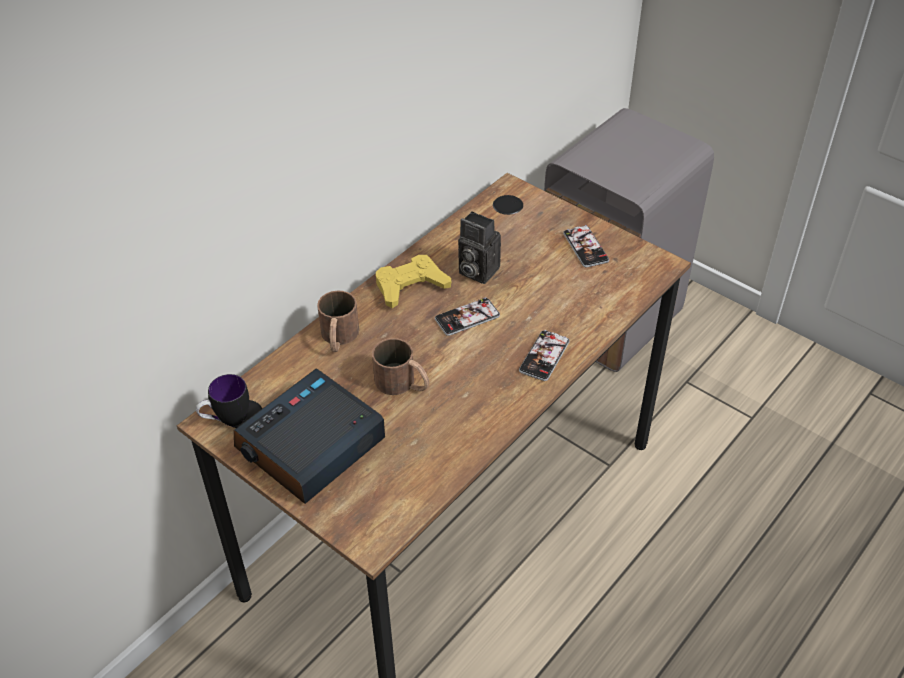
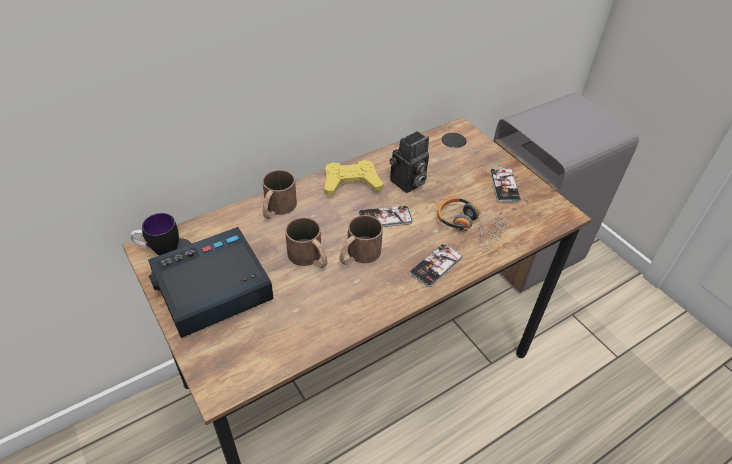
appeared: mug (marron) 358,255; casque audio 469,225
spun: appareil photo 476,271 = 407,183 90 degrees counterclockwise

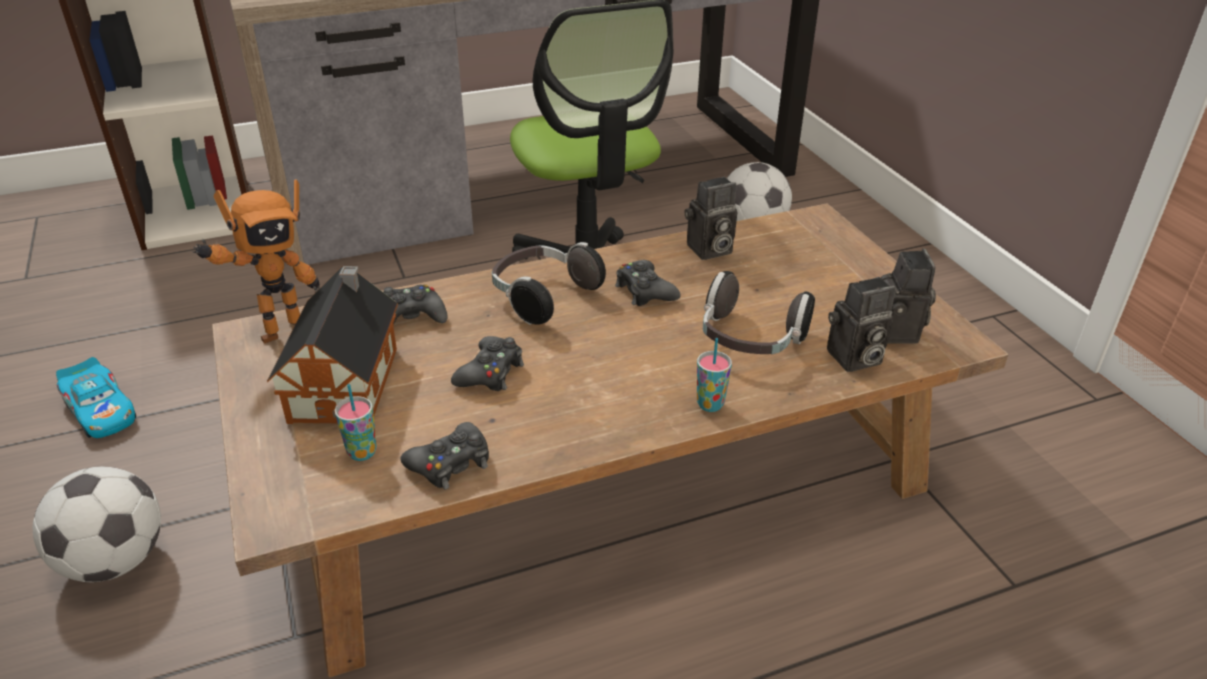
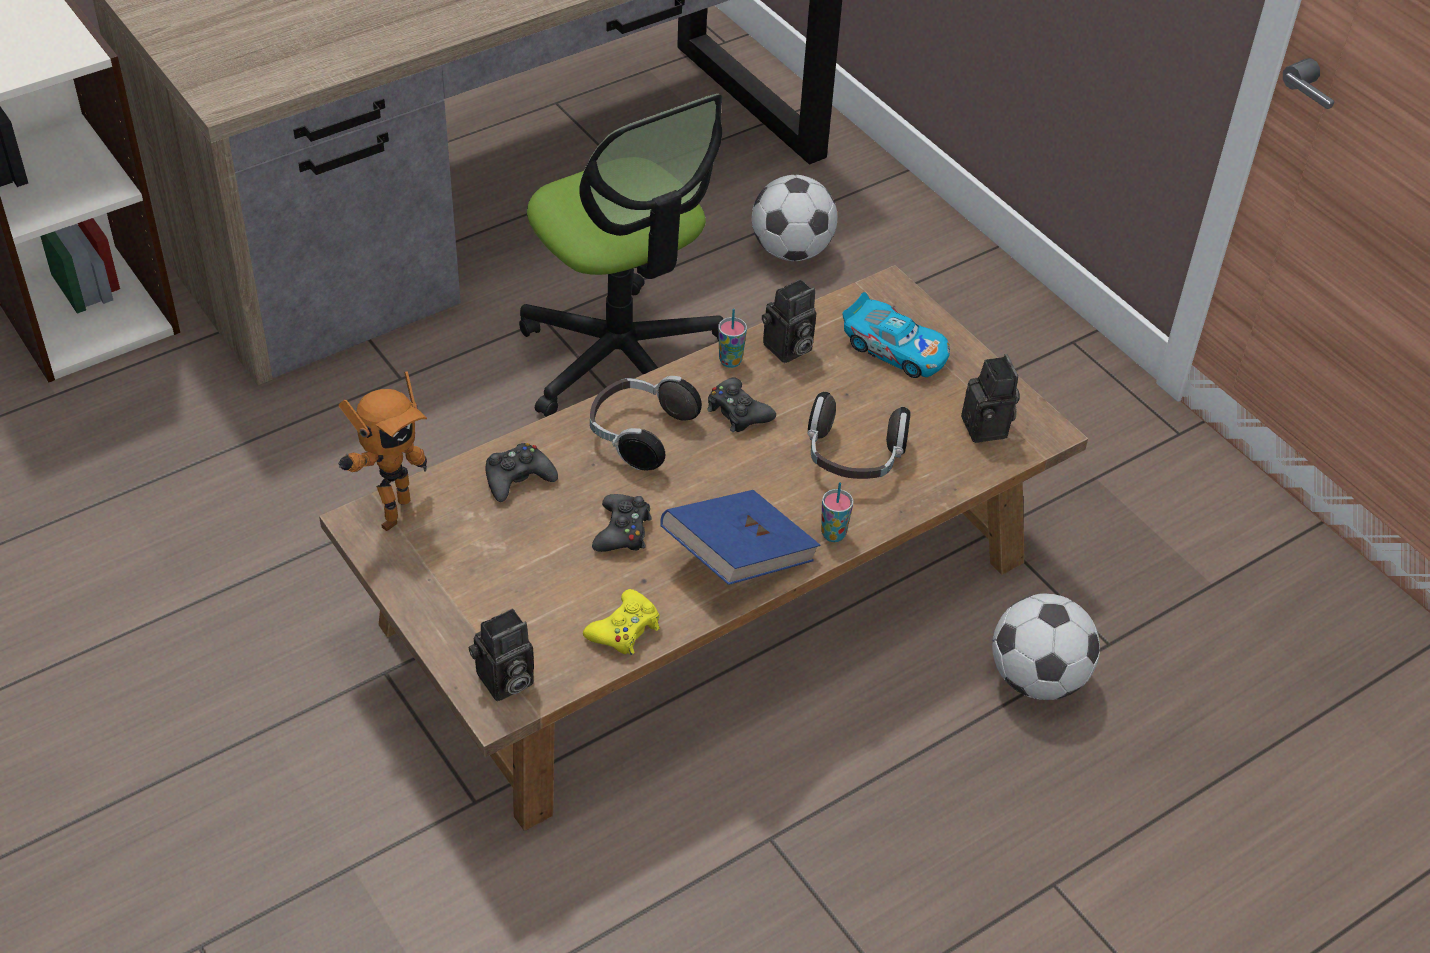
missing: maison miniature 347,380
appeared: livre (bleu) 738,558
relocated: ballon de foot 115,561 to 1037,678; petite voiture 101,411 to 895,349; tasse 362,452 to 730,361; appareil photo 853,359 to 504,682
colour: manette (noir) 450,463 to manette (jaune) 625,630

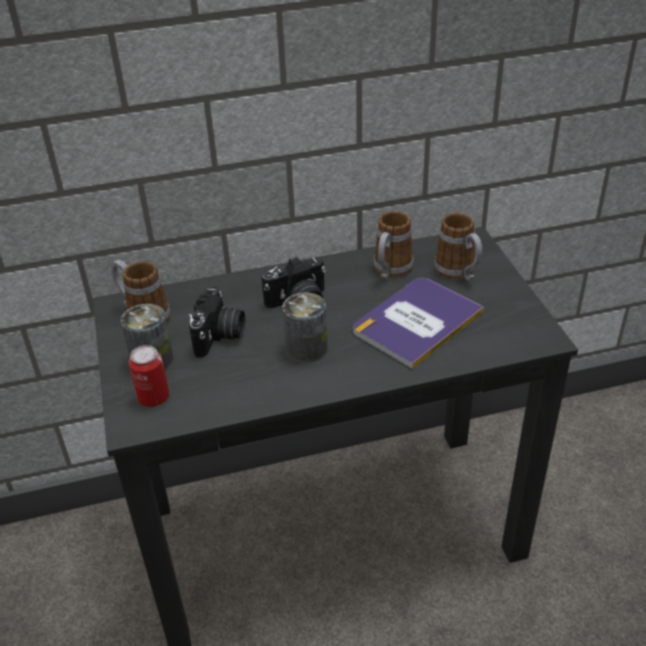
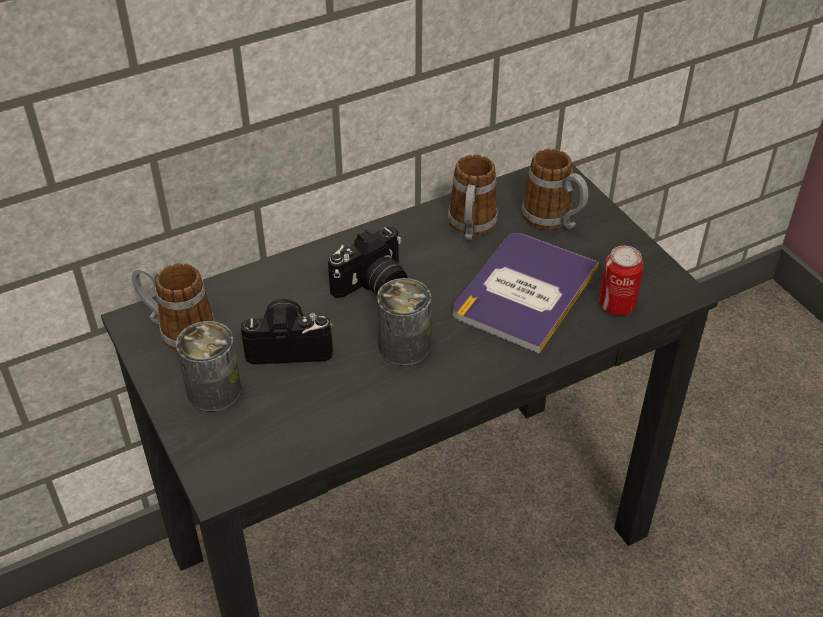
relocated: boîte métallique 153,397 to 616,305
spun: appareil photo 220,336 = 289,345 90 degrees counterclockwise

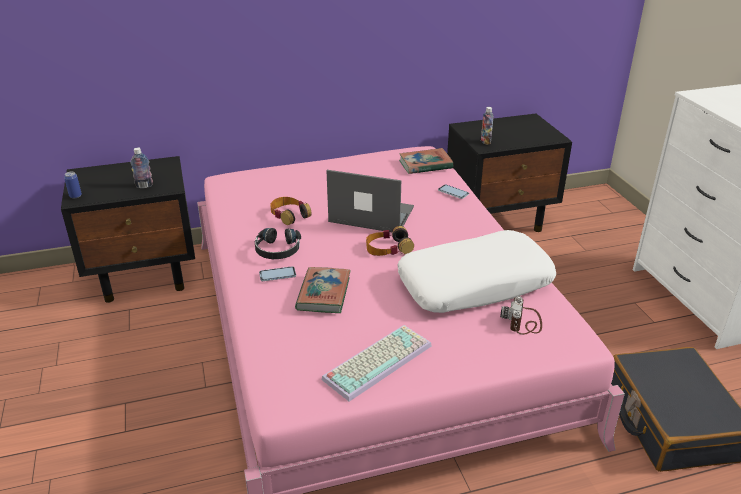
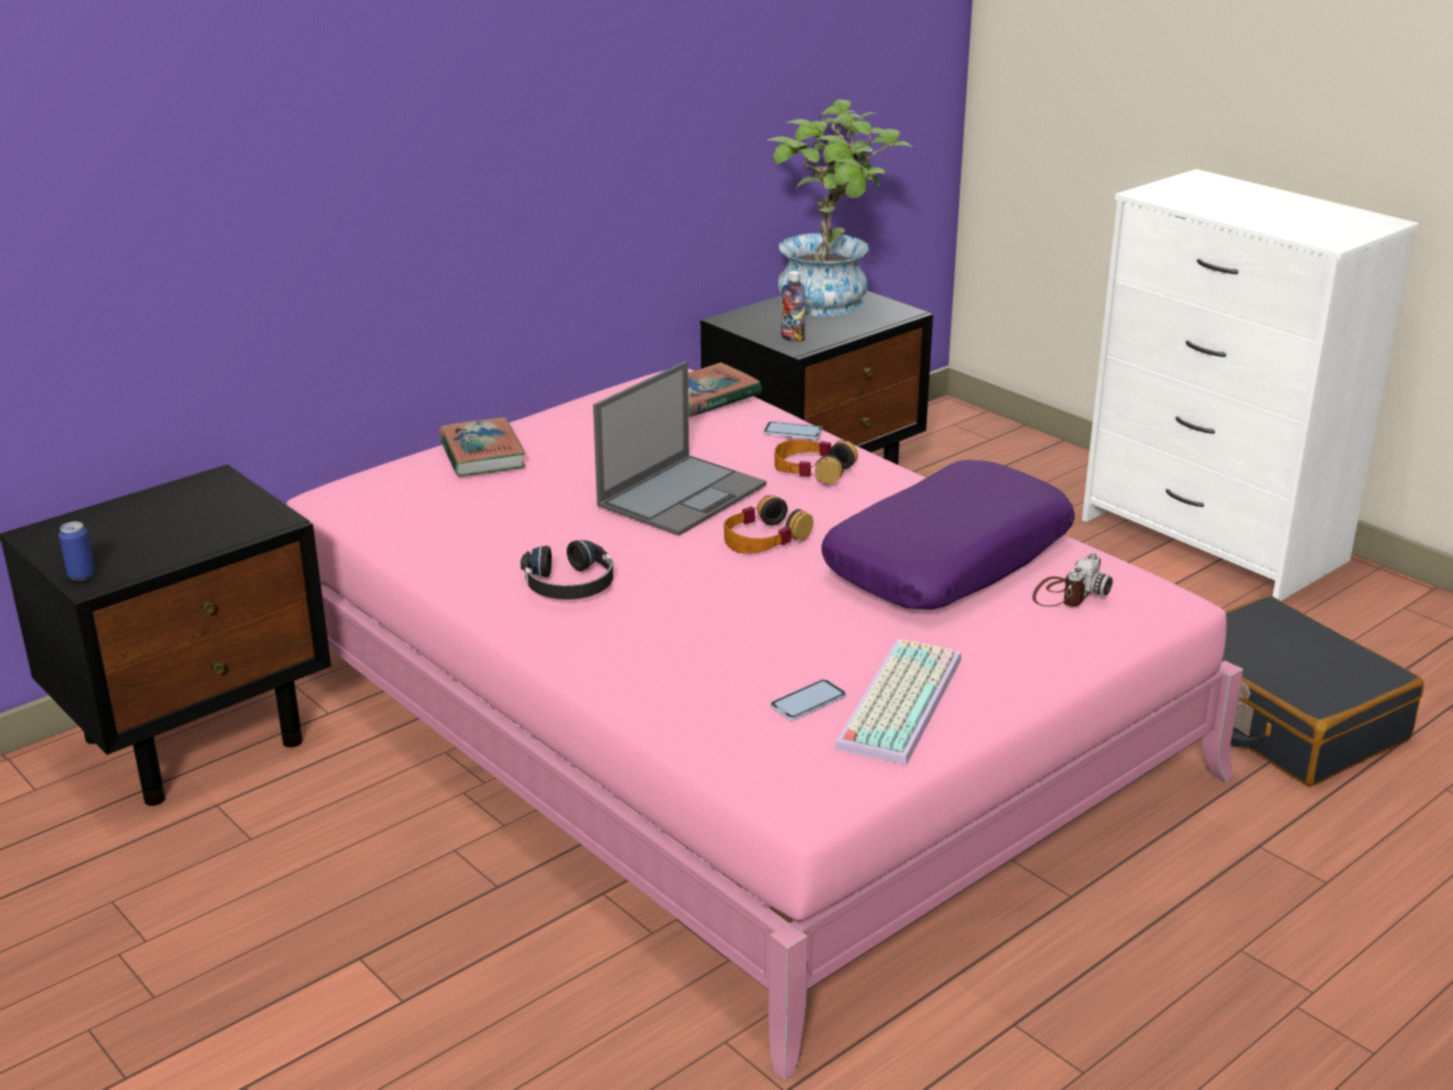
missing: bouteille 144,186
appeared: plante en pot 832,305
relocated: téléphone 277,275 to 808,702; casque audio 289,215 to 812,470; livre 324,294 to 482,454
colour: coussin (blanc) 474,284 to coussin (violet) 947,559
spun: ordinateur portable 370,214 = 683,494 135 degrees clockwise; appareil photo 523,322 = 1067,593 135 degrees counterclockwise

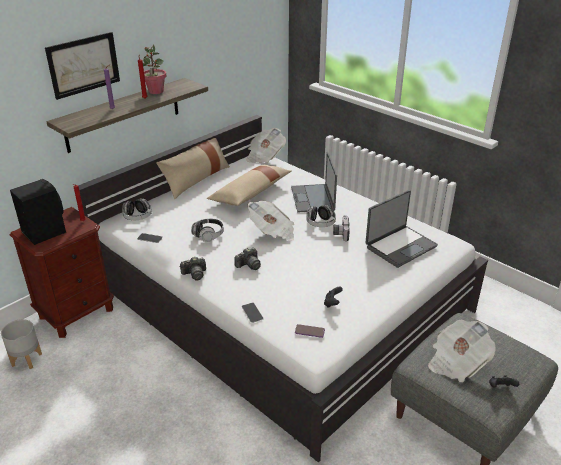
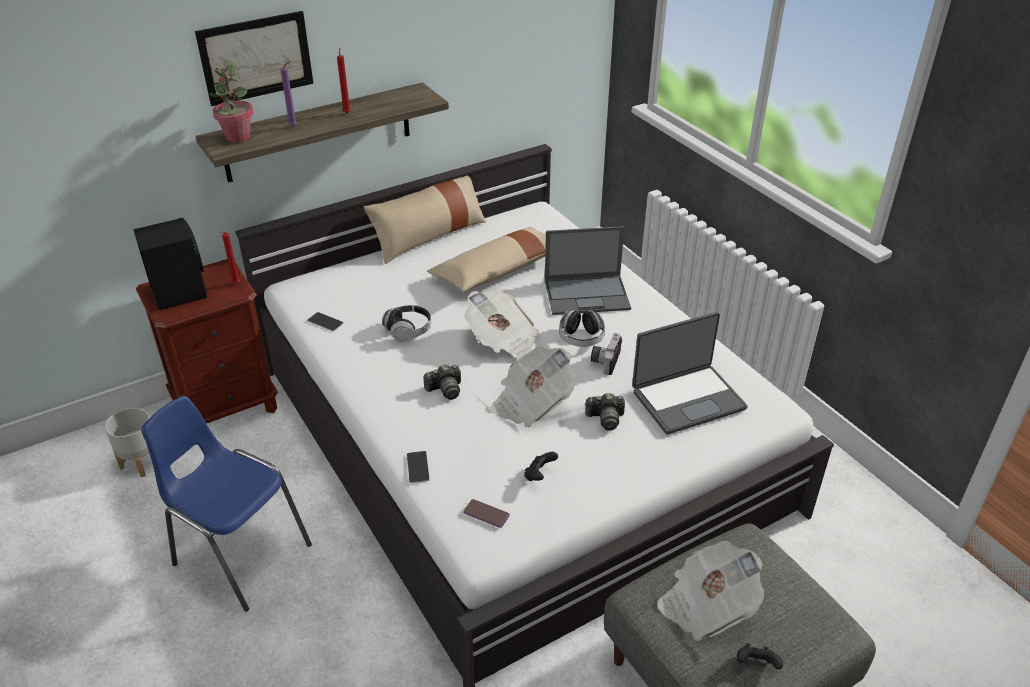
missing: casque audio 138,217
appeared: chaise (bleu) 239,554
relocated: plante en pot 155,91 to 238,137; appareil photo 194,274 to 605,418; journal 264,156 to 531,403
spun: ordinateur portable 313,199 = 587,294 105 degrees counterclockwise

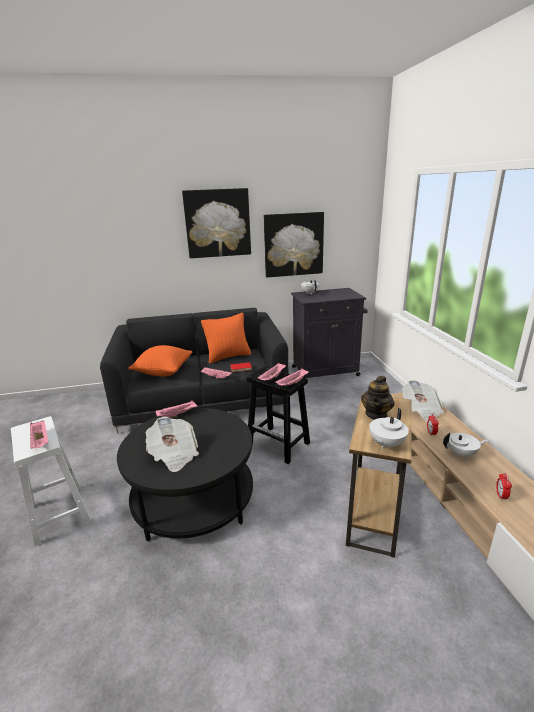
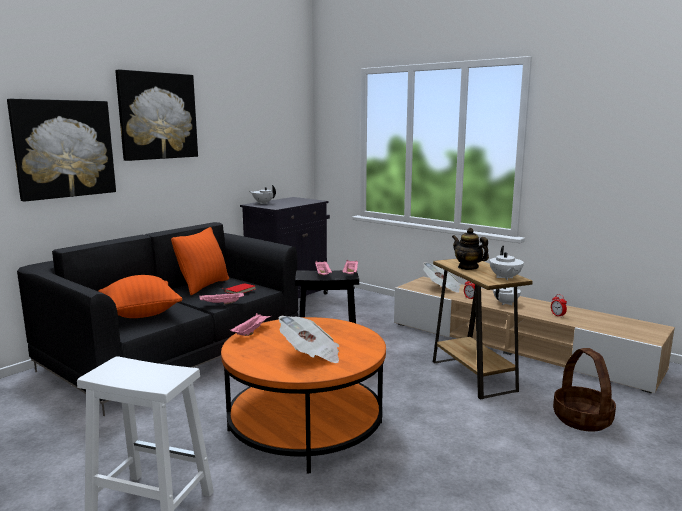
missing: plateau (rose) 41,441
appeared: panier 582,419
relocated: tableau 293,244 to 64,149
colour: table basse (noir) 194,498 to table basse (orange) 305,426
spun: théière 376,414 = 468,267 150 degrees clockwise

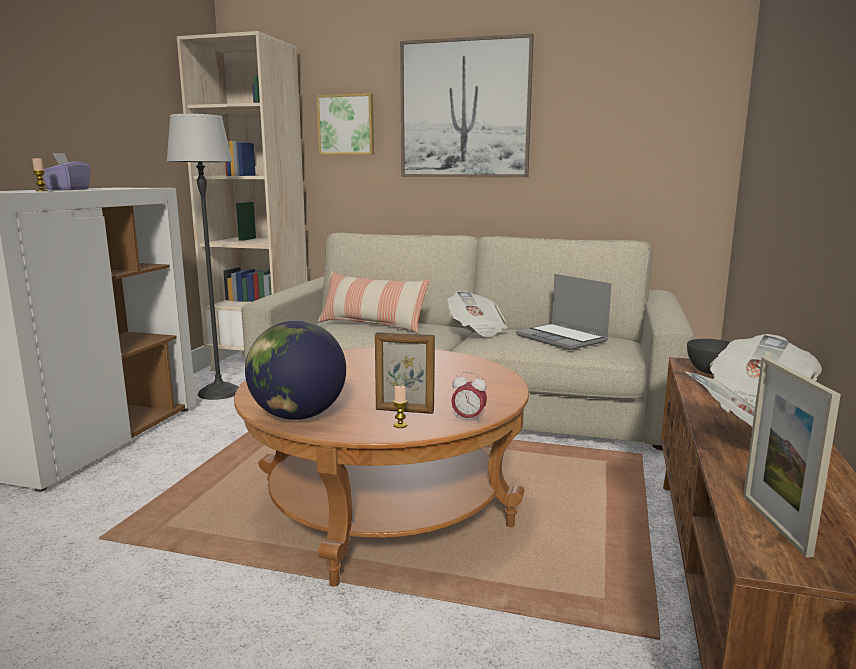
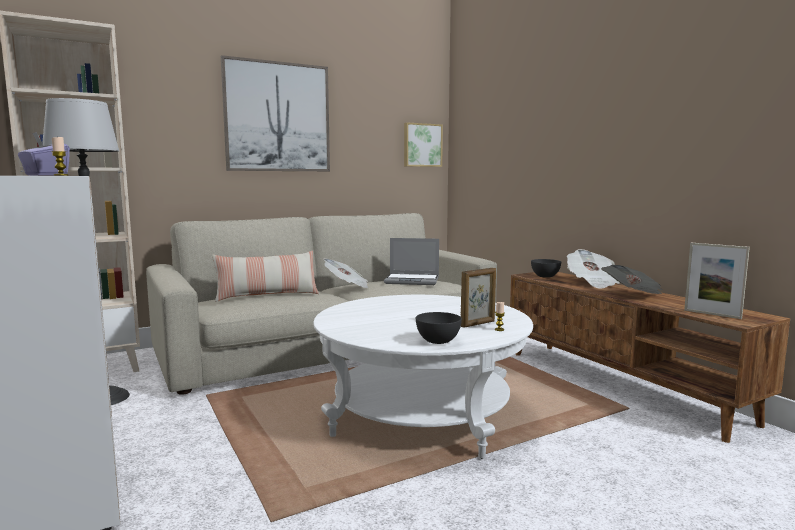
missing: réveil 468,419
relocated: tableau 346,125 to 422,145
exchanged: globe 298,416 to bol (gris) 437,341
colour: table basse (marron) 386,508 to table basse (blanc) 421,414

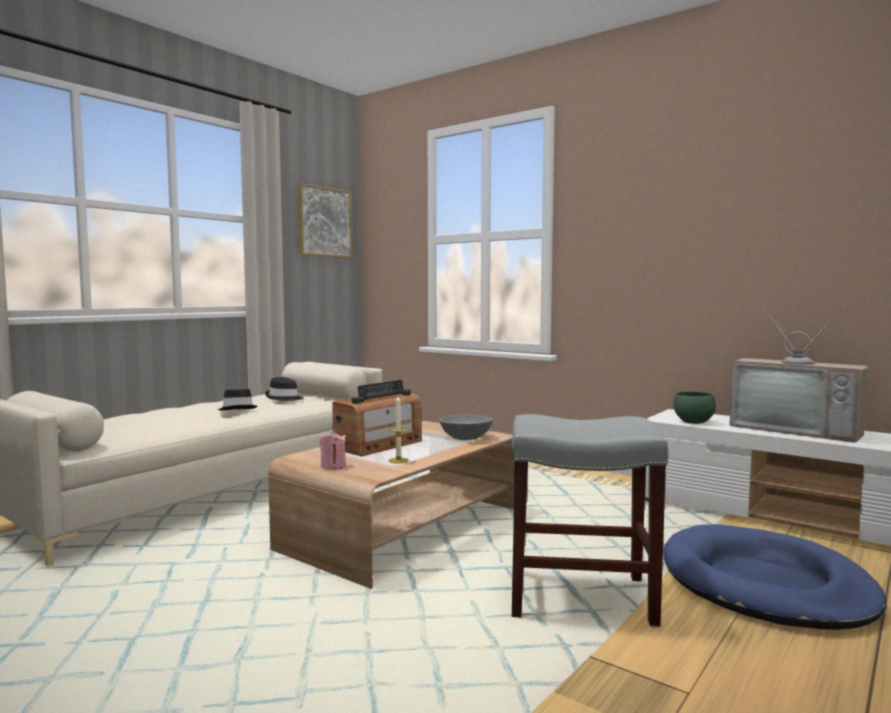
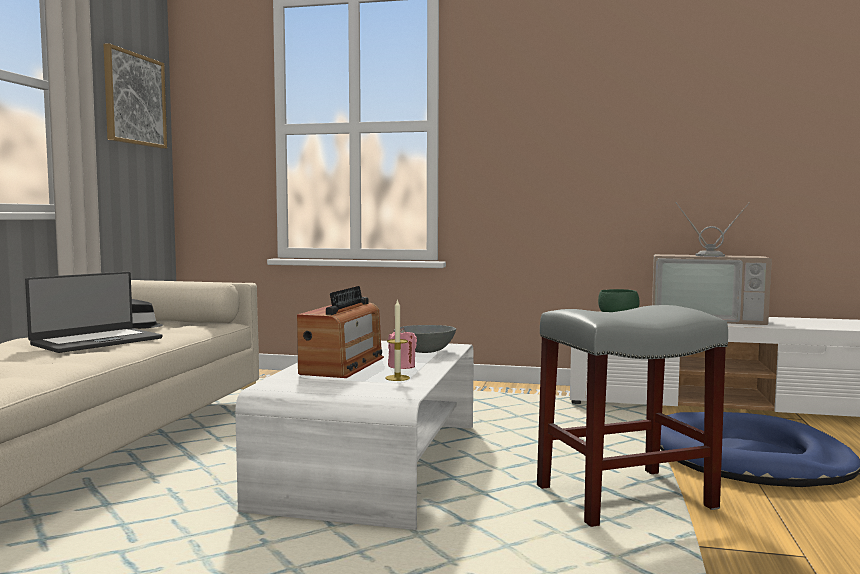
relocated: bougie (rose) 333,466 to 401,366
exchanged: chapeau (noir) 237,409 to ordinateur portable 96,341
colour: table basse (marron) 407,529 to table basse (blanc) 375,464

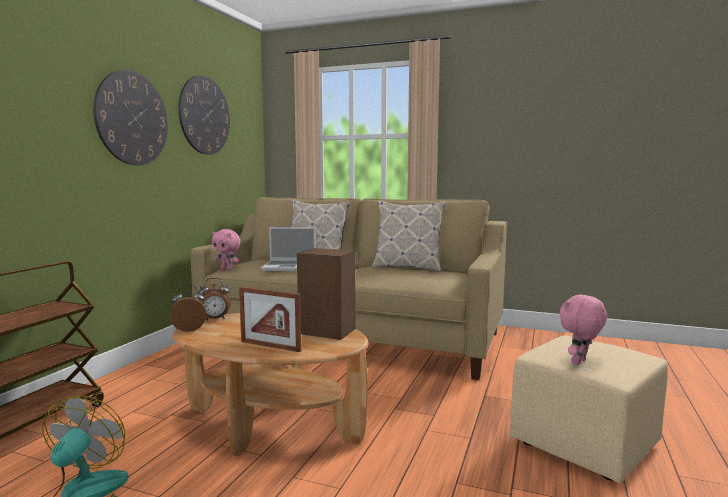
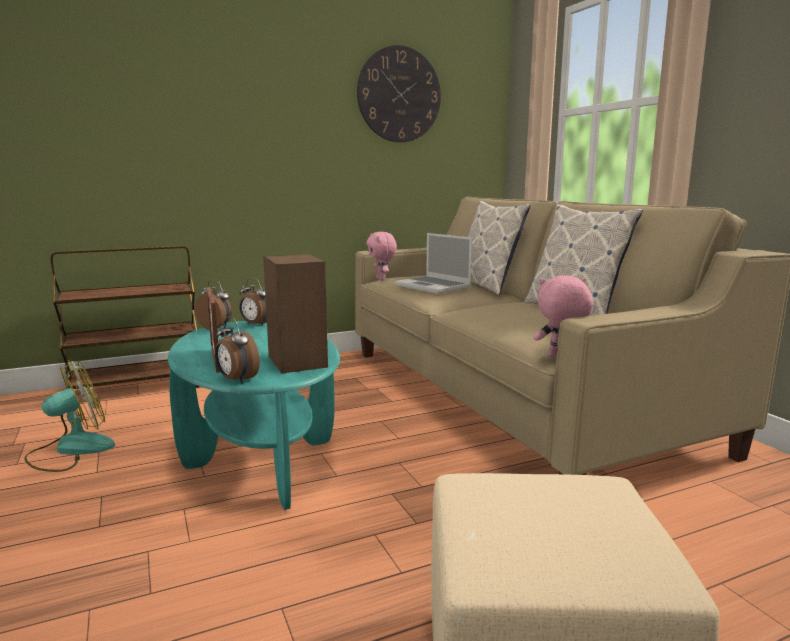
missing: horloge murale 132,118
appeared: réveil 236,380
relocated: peluche (rose) 580,362 to 560,355
colour: table basse (marron) 271,425 to table basse (turquoise) 260,454

